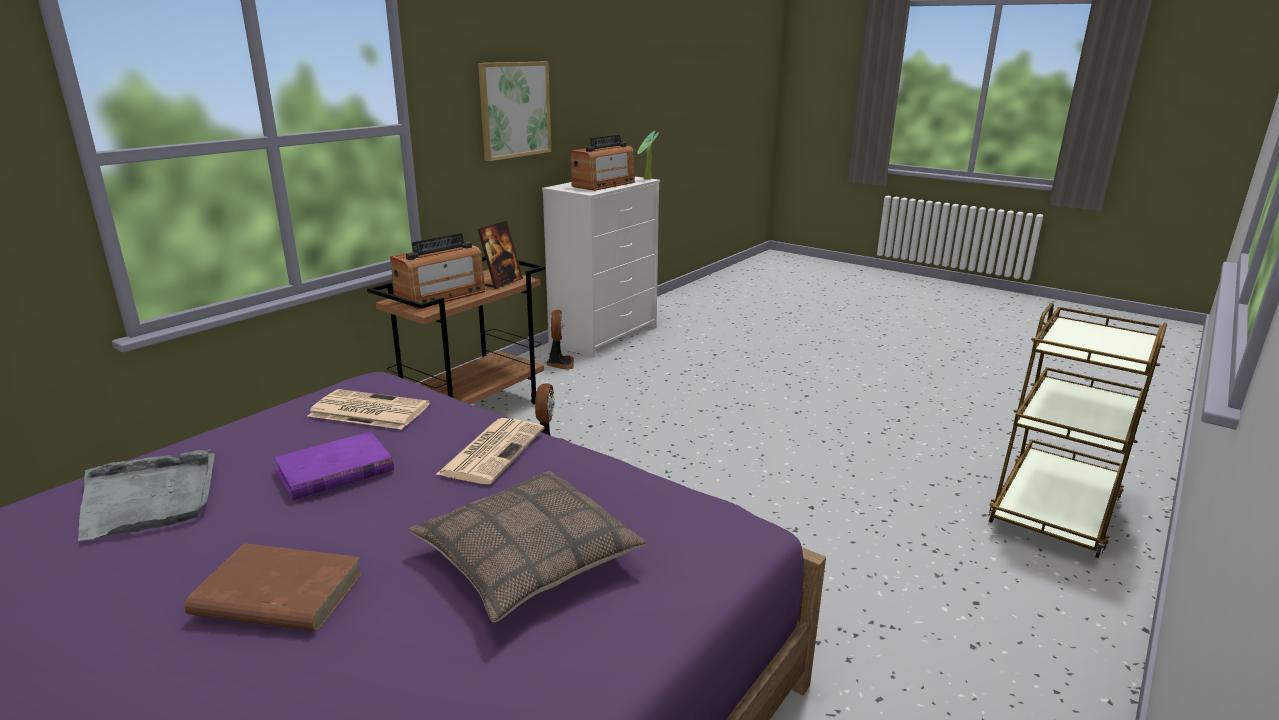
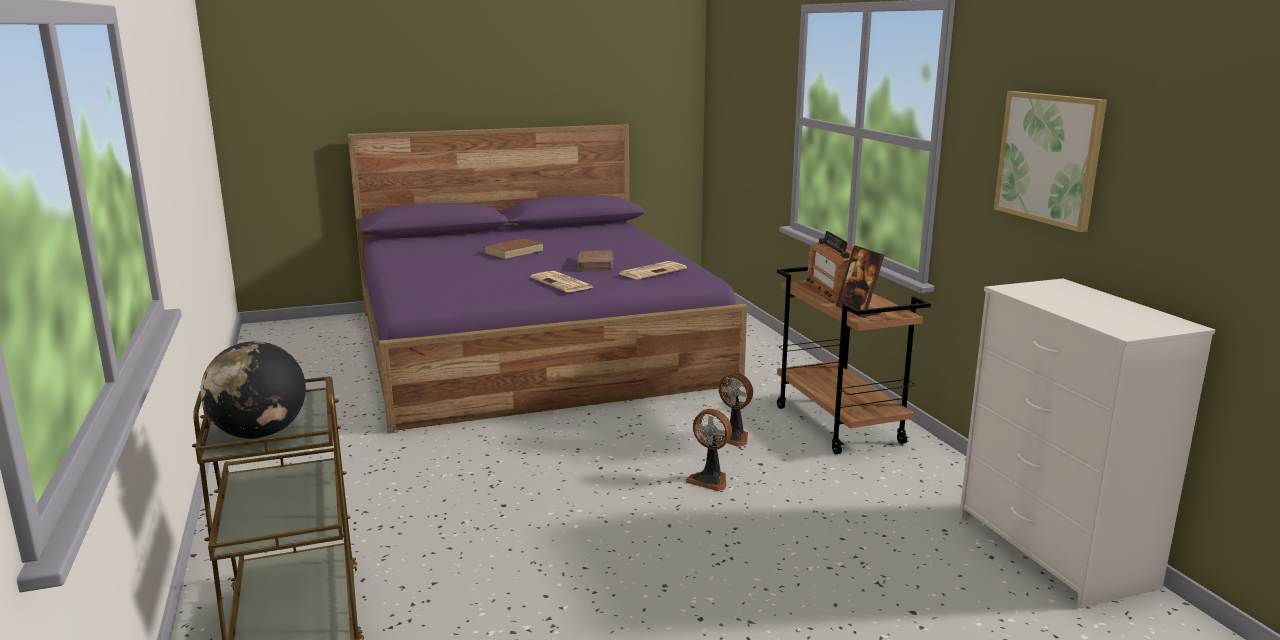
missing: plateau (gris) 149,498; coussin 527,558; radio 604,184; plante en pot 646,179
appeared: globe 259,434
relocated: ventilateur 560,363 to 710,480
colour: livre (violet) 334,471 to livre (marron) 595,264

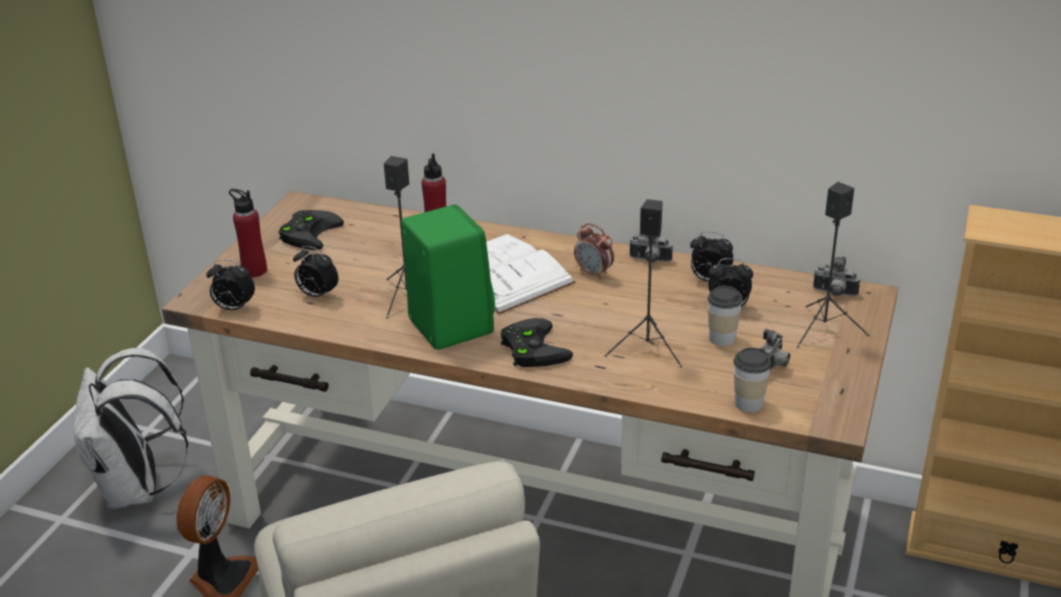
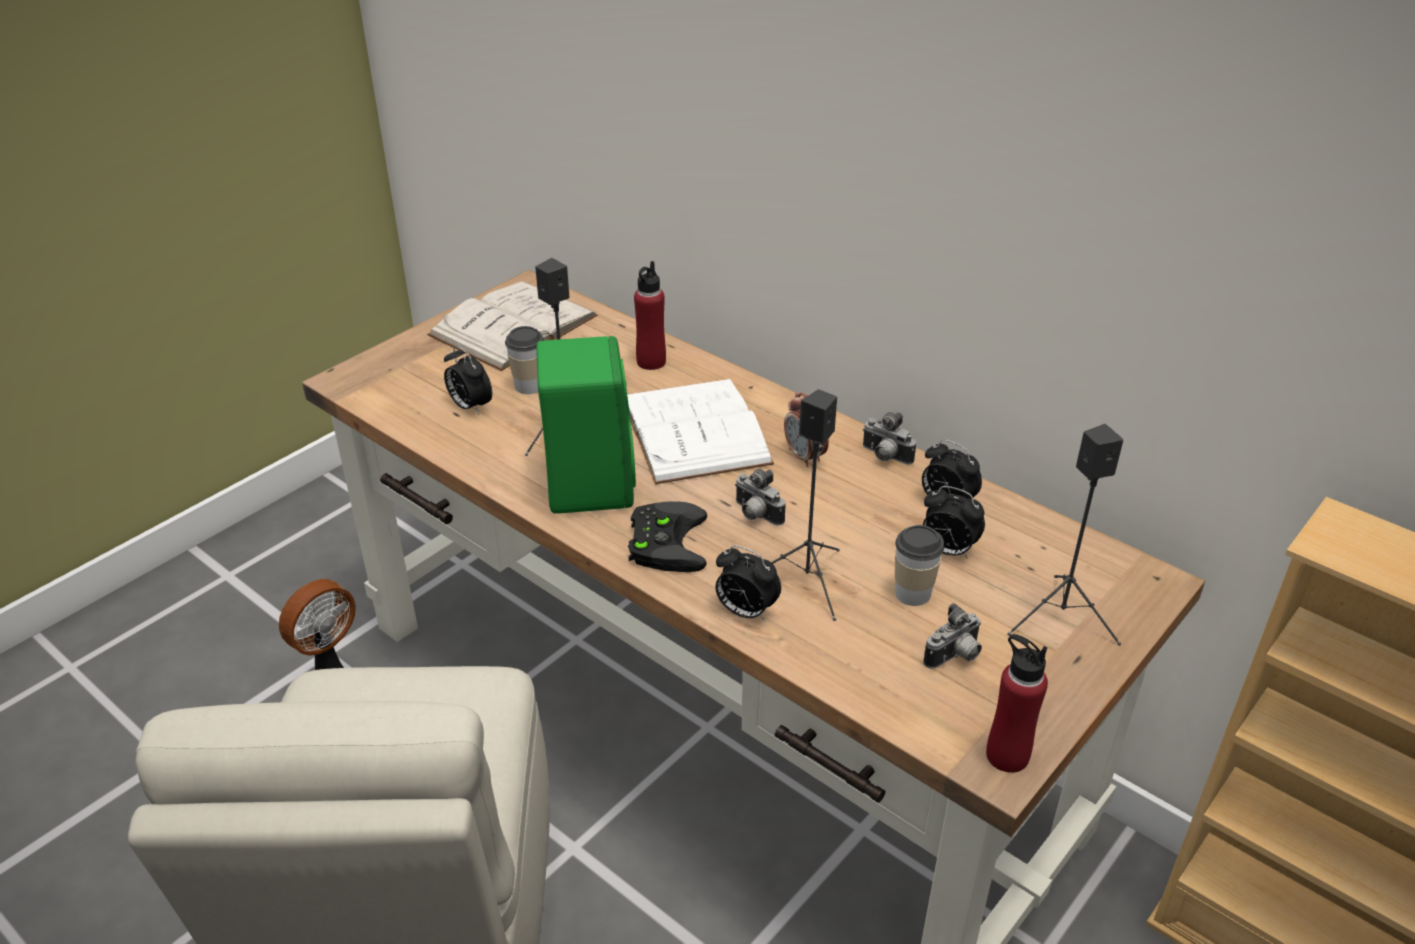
missing: sac à dos (blanc) 137,490
relocated: réveil 234,308 to 745,611; bouteille (rouge) 254,271 to 1007,755; tasse 748,403 to 529,386; appareil photo 834,294 to 755,515
exchanged: manette (noir) 309,232 to livre (blanc) 513,325

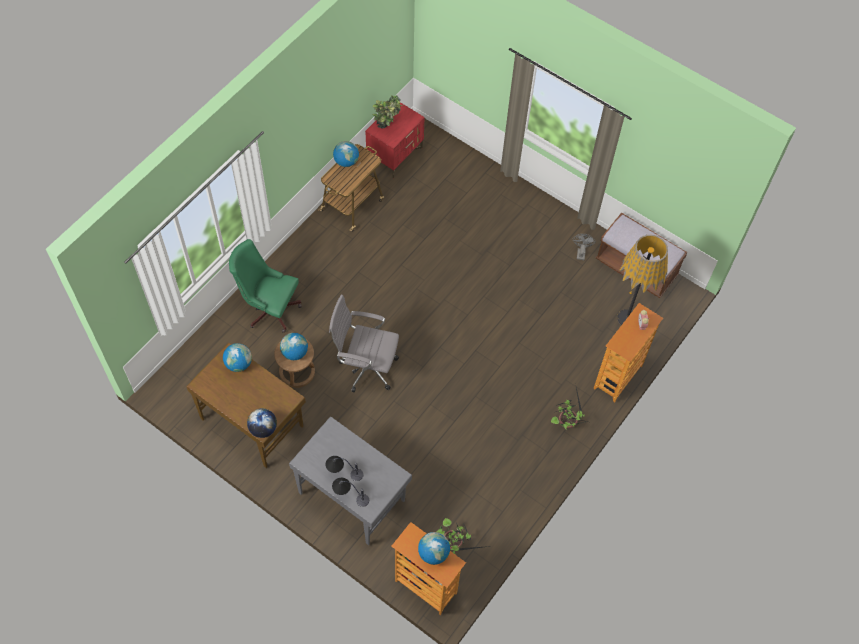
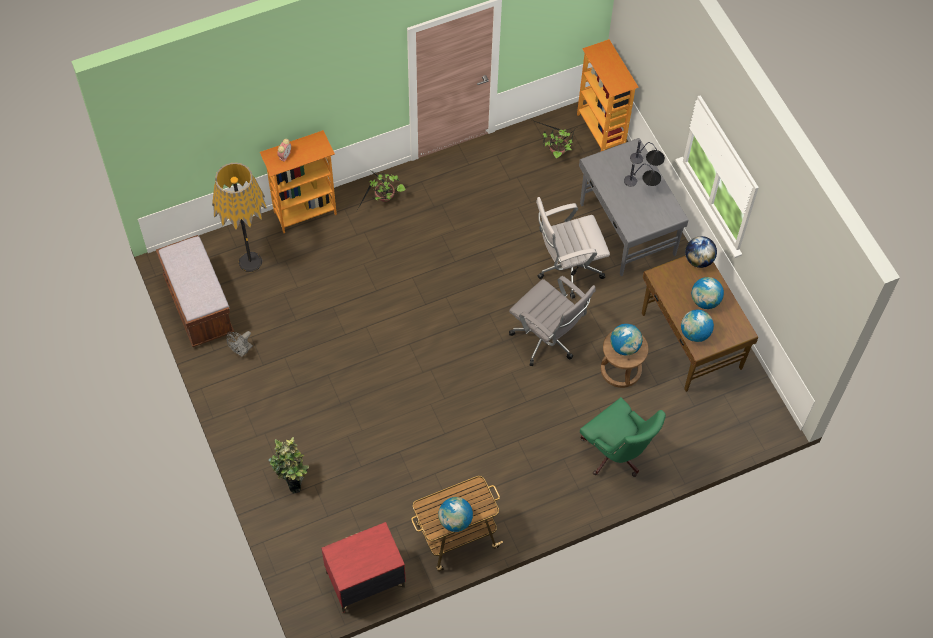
appeared: chaise de bureau (blanc) 567,269
relocated: plante en pot 387,131 to 292,480; globe 433,553 to 705,301

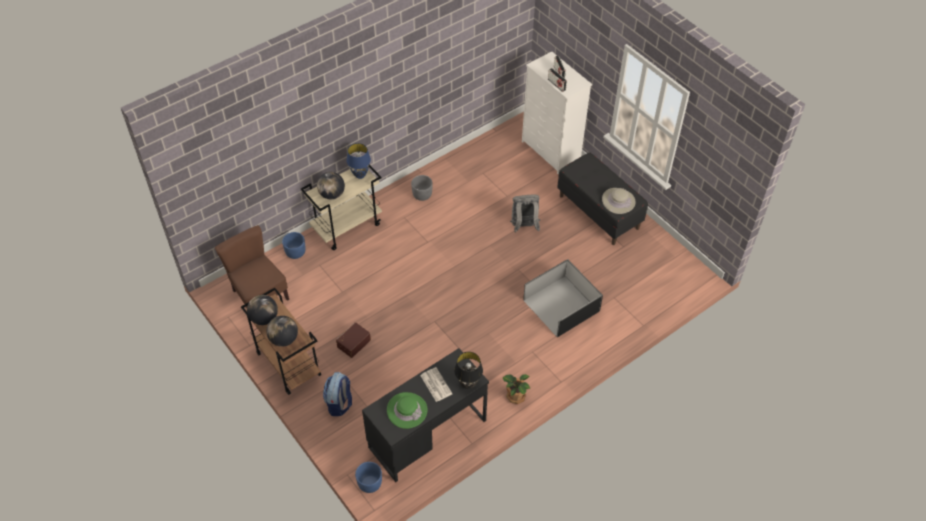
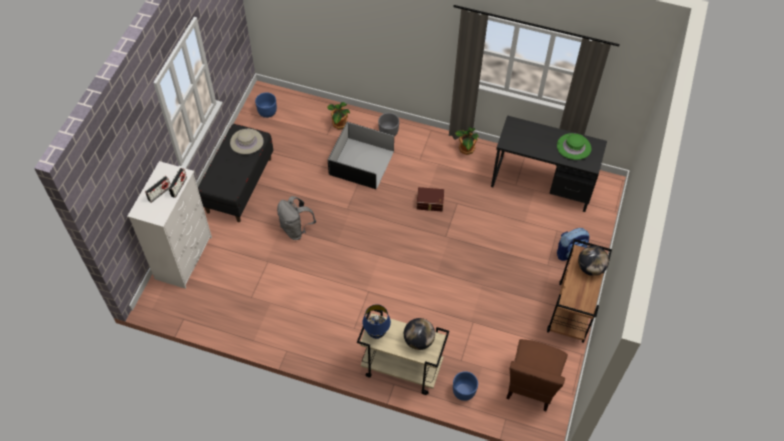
missing: globe 264,318; journal 435,384; lampe de table (noir) 468,384
appeared: plante en pot 339,124
relocated: boîte de rangement (marron) 353,343 to 430,203; cache-pot (bleu) 369,483 to 267,112; cache-pot (gris) 422,195 to 388,132

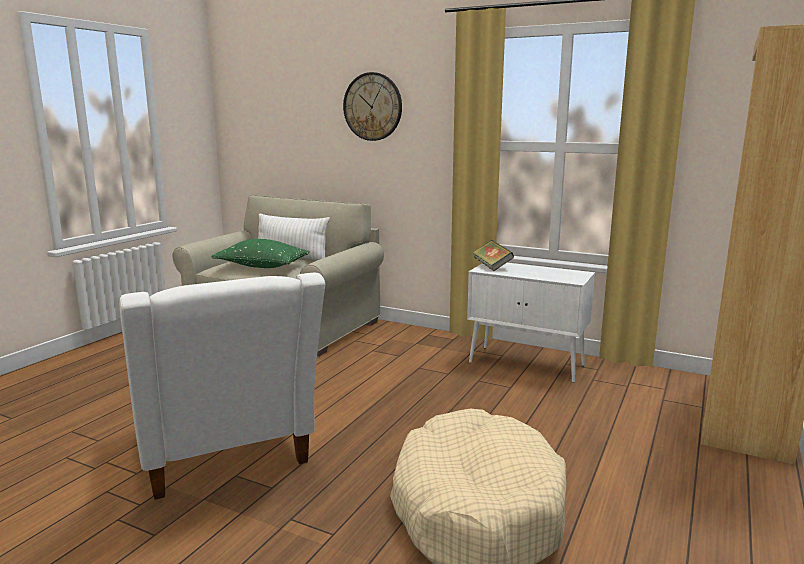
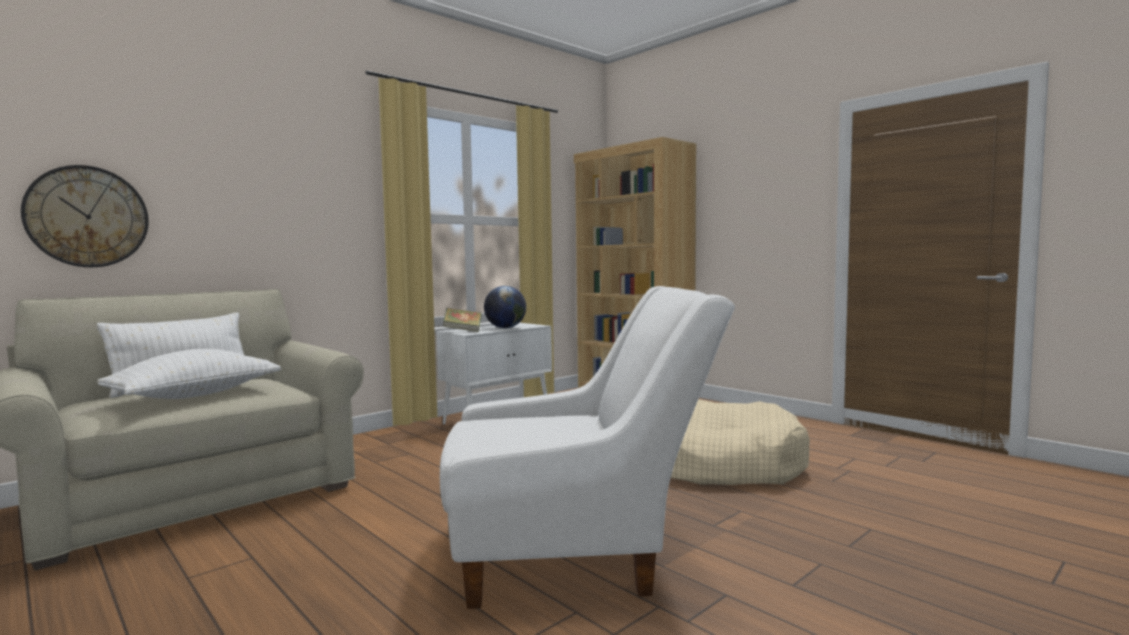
appeared: globe 505,328
relocated: horloge murale 372,107 to 87,217
colour: coussin (vert) 262,266 to coussin (blanc) 195,395

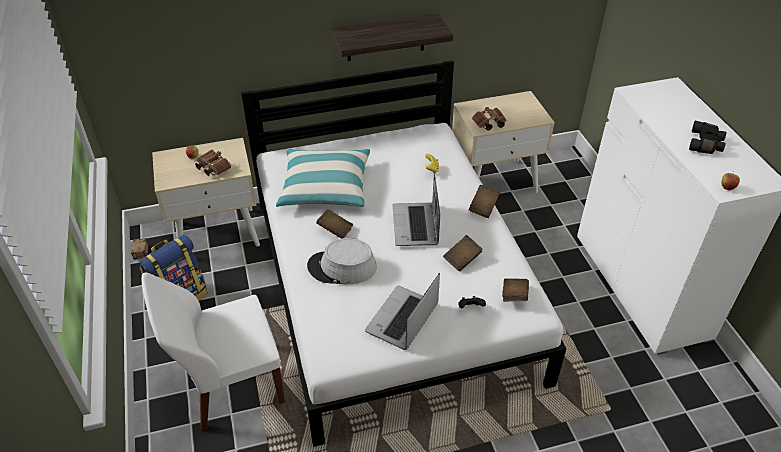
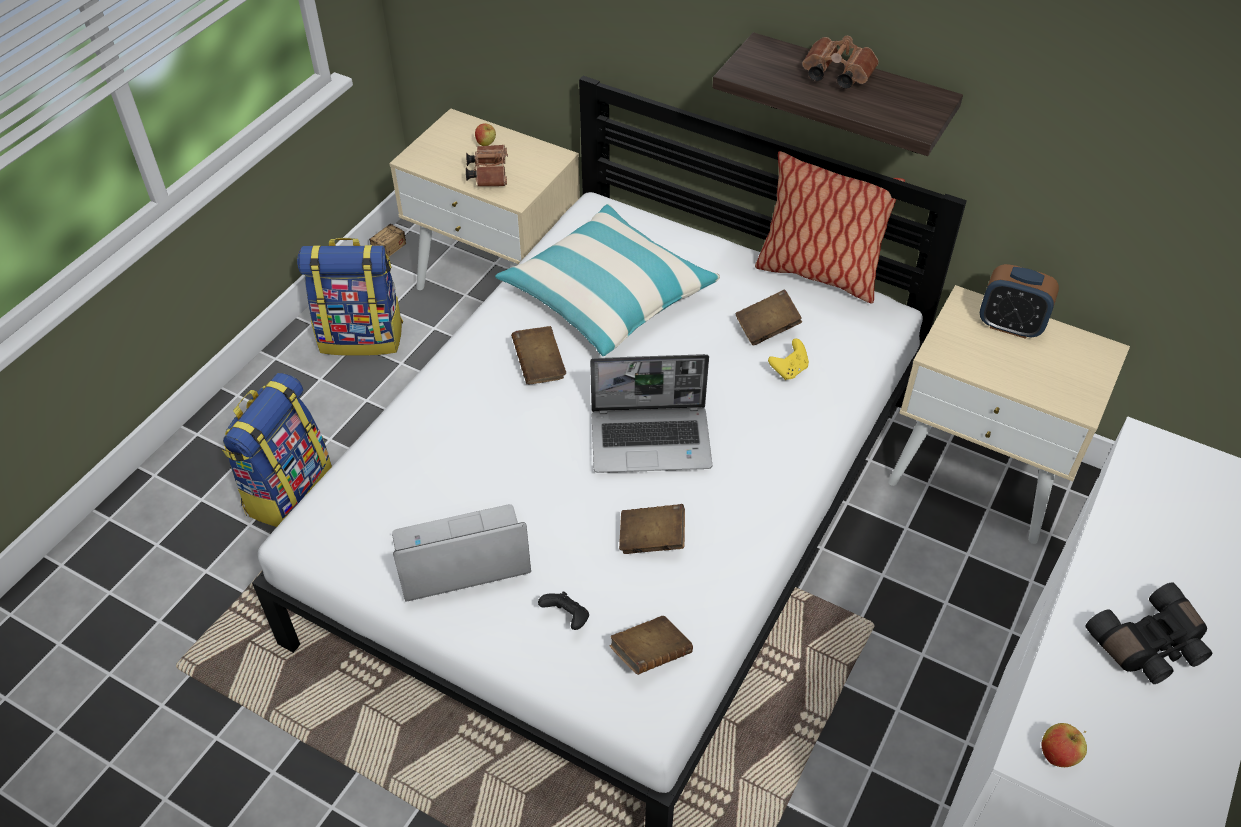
missing: chapeau (gris) 342,267
appeared: coussin 817,274; réveil 1010,325
relocated: livre (marron) 483,207 to 767,328; jumelles (marron) 488,124 to 835,75
exchanged: chaise (blanc) 230,385 to sac à dos 287,489
spun: ordinateur portable 416,226 = 652,440 135 degrees counterclockwise

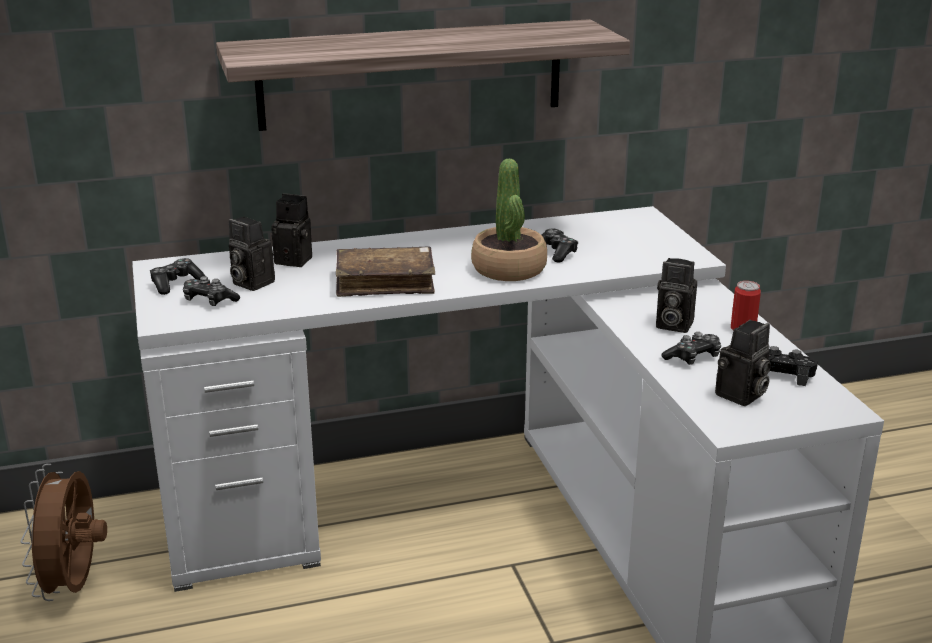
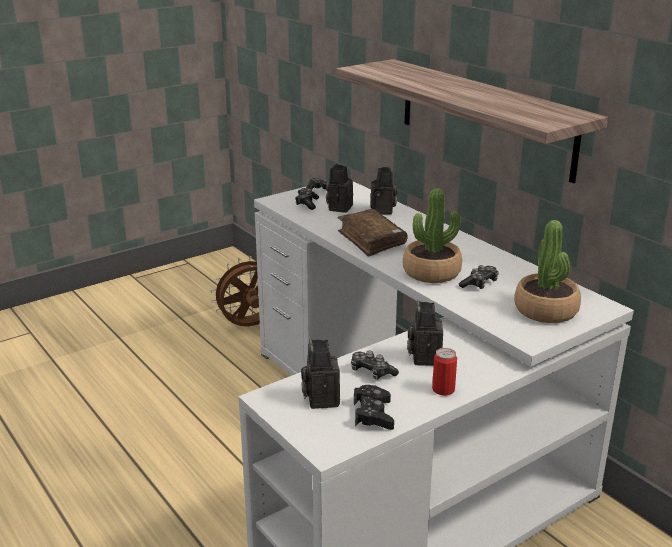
appeared: plante en pot 546,310
spun: appareil photo 741,396 = 320,398 60 degrees clockwise

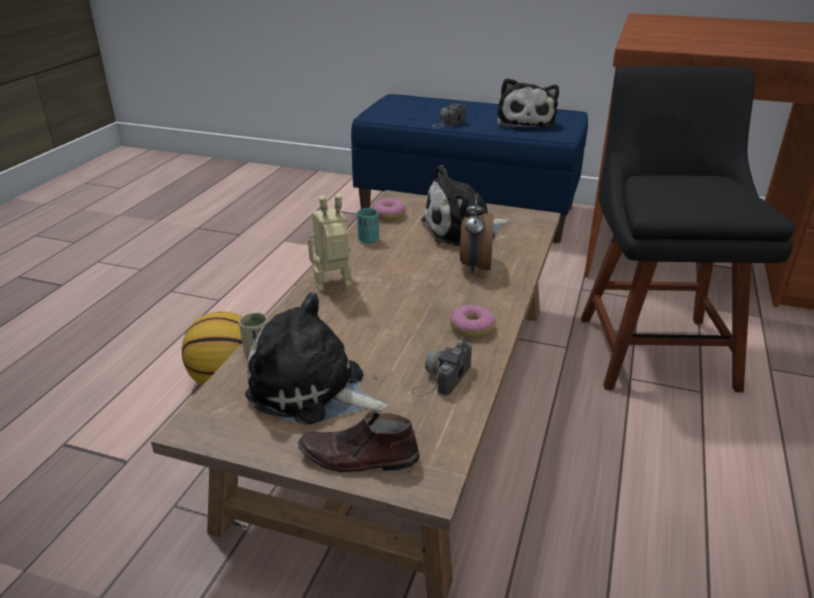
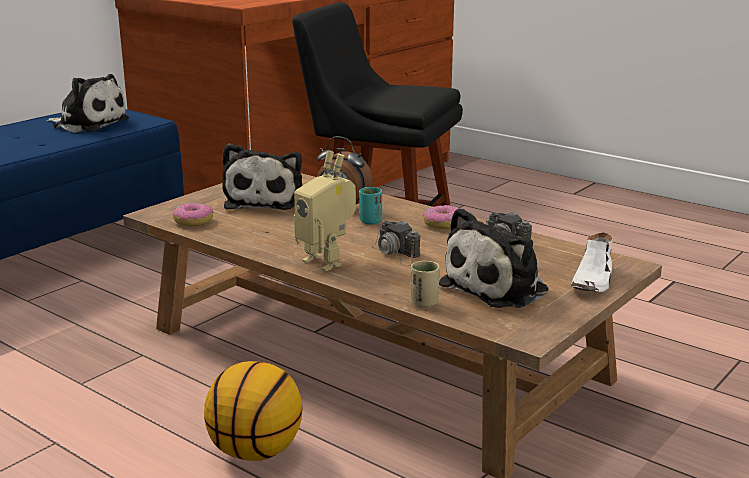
relocated: tasse (turquoise) 368,240 to 370,221; appareil photo 449,122 to 396,253
colour: chaussure (marron) 358,458 to chaussure (blanc) 593,281
spun: robot jouet 334,287 = 327,261 45 degrees counterclockwise

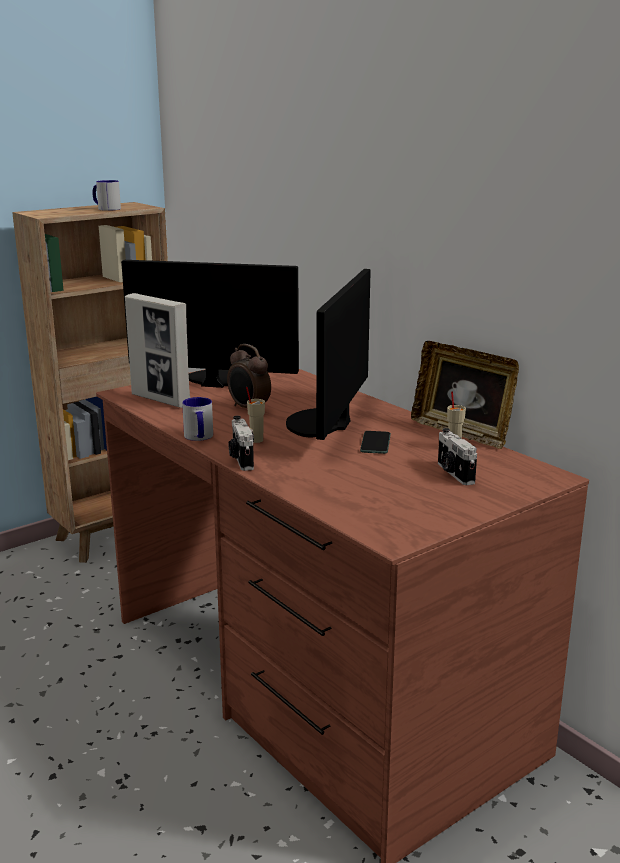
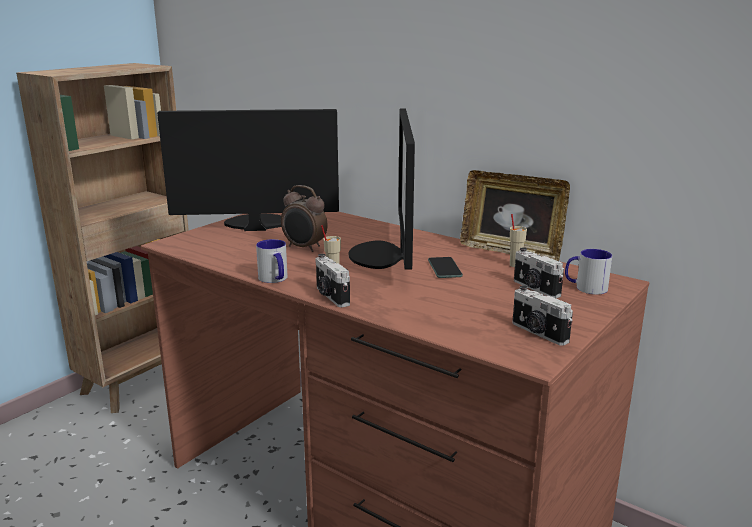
missing: cadre photo 160,400
appeared: appareil photo 538,333
relocated: mug 106,208 to 585,288

